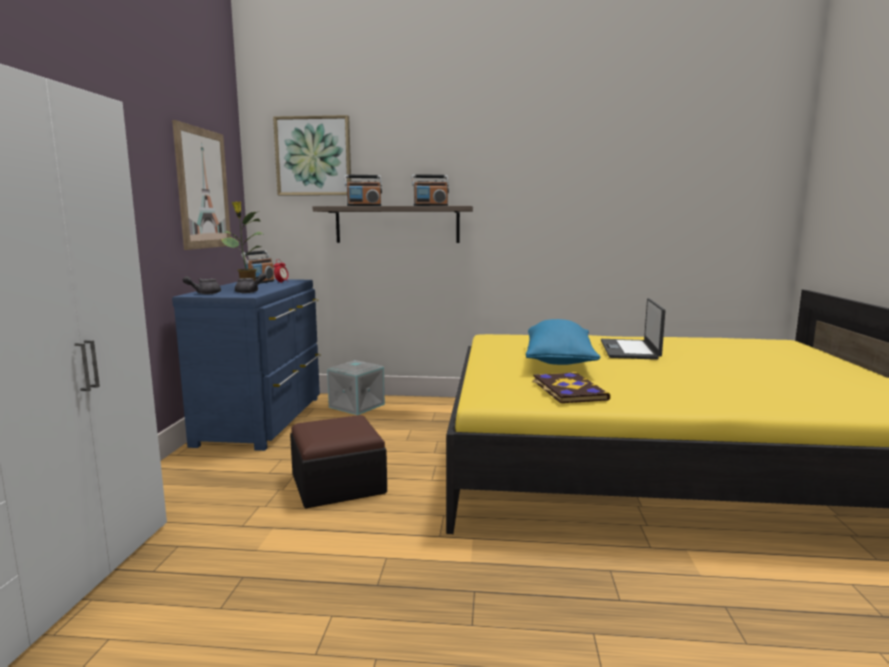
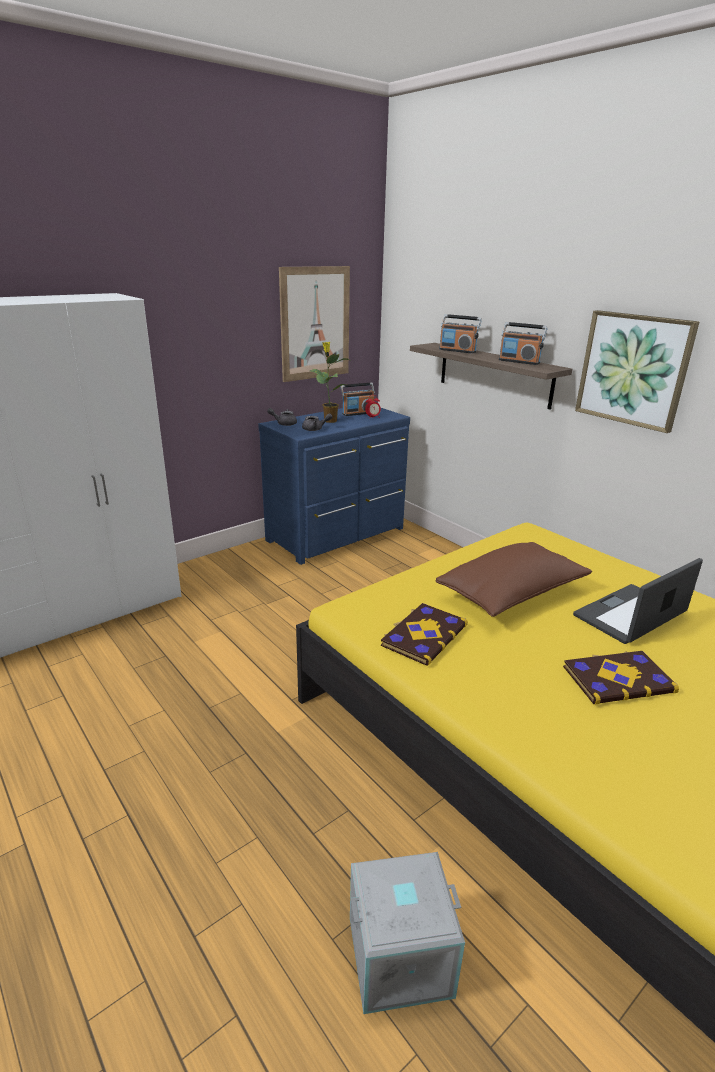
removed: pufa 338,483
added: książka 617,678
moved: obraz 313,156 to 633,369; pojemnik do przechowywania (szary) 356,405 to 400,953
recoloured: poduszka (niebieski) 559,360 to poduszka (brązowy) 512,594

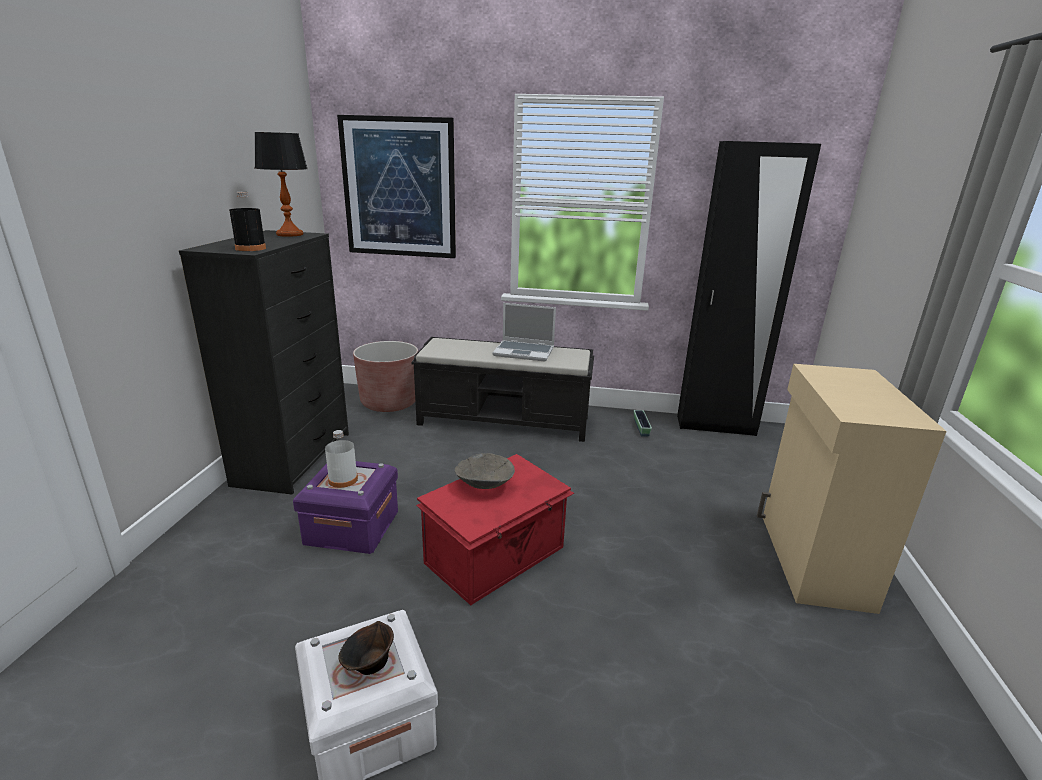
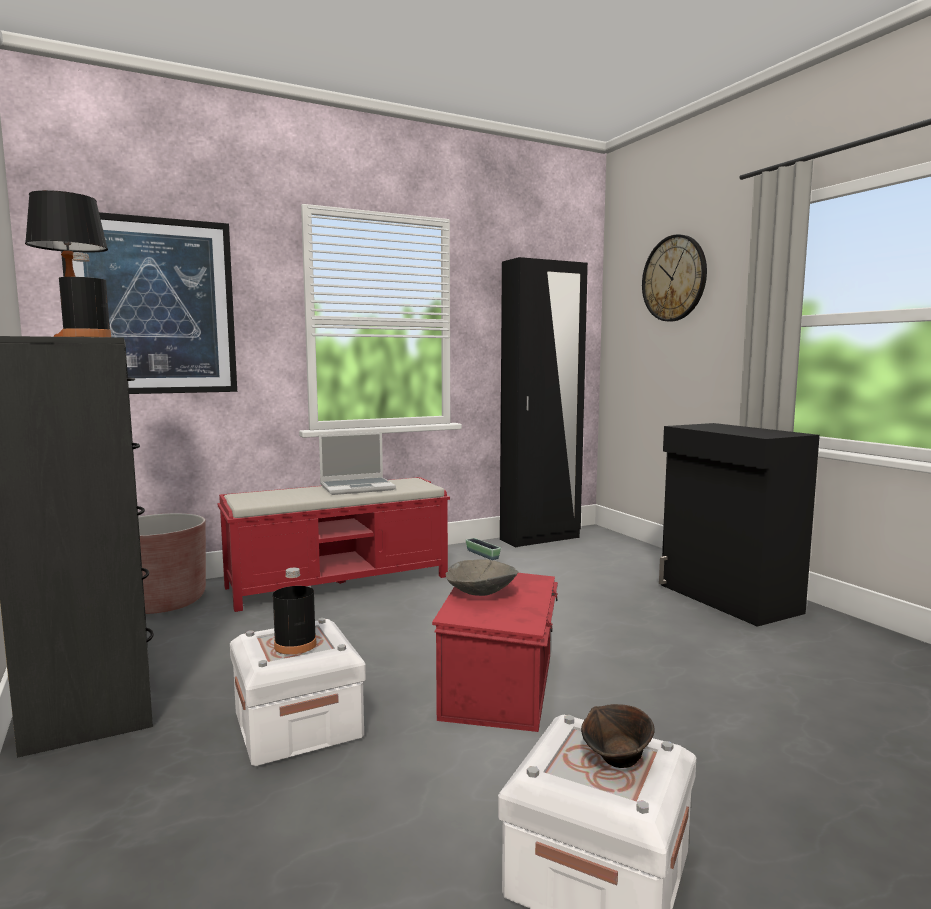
added: zegar ścienny 674,278
recoloured: ławka (czarny) 505,420 to ławka (czerwony) 340,581; szafka (beżowy) 811,560 to szafka (czarny) 727,599; butelka (biały) 343,480 to butelka (czarny) 295,645; pojemnik do przechowywania (fioletowy) 352,527 to pojemnik do przechowywania (biały) 298,725

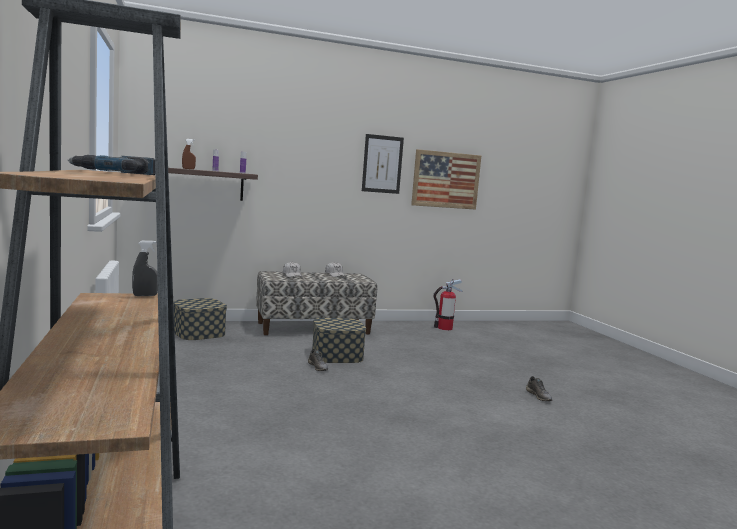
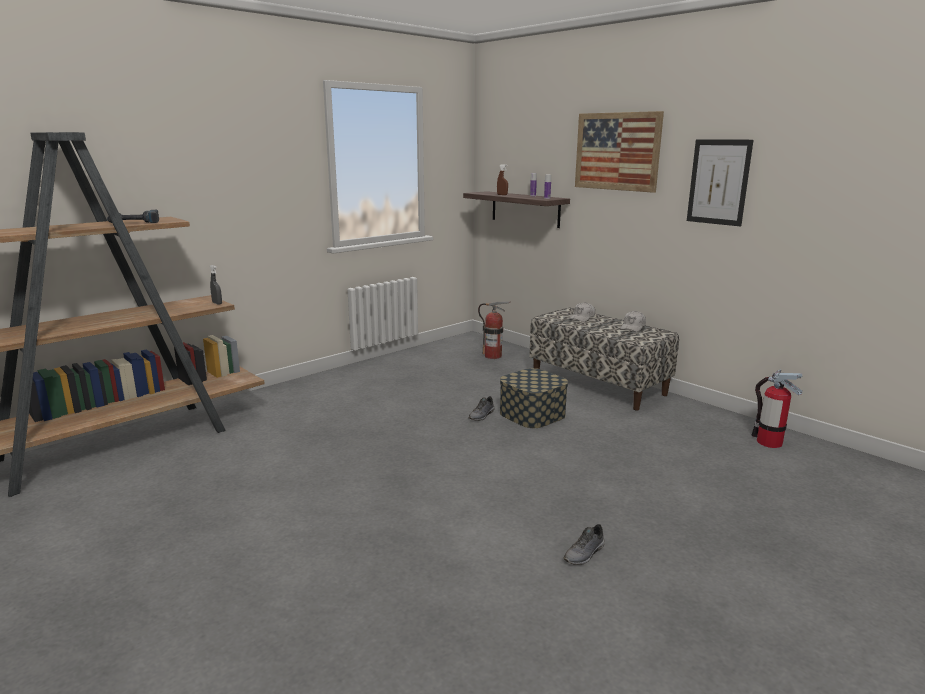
moved: obraz 446,180 to 617,151
replaced: pojemnik do przechowywania 198,332 to gaśnica 493,356

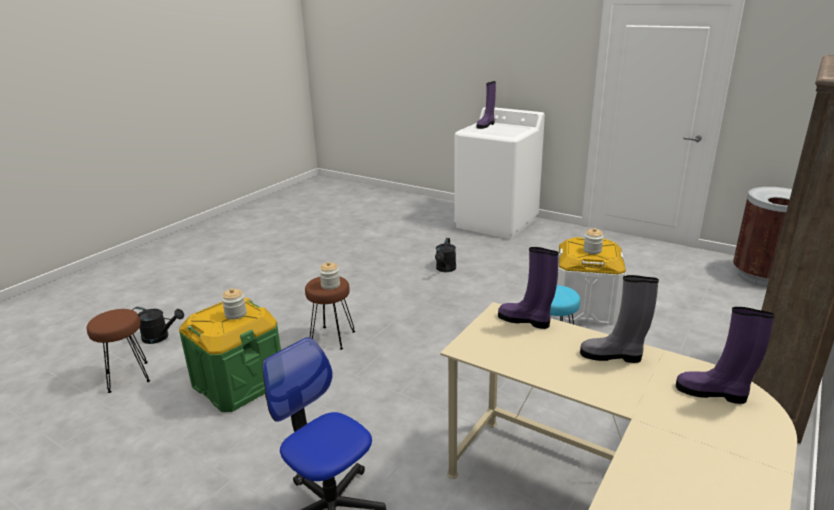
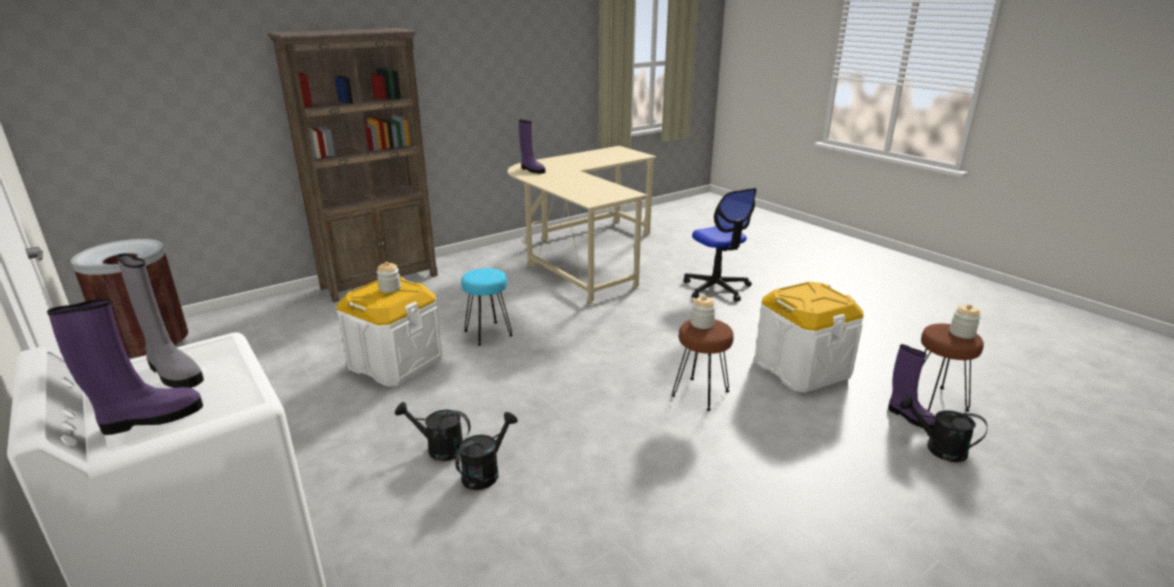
added: konewka (czarny) 439,448
moved: but z cholewką (fioletowy) 525,320 to 909,417; but z cholewką (szary) 612,356 to 173,373; słoik 235,314 to 962,333
recoloured: pojemnik do przechowywania (zielony) 238,383 to pojemnik do przechowywania (biały) 801,368

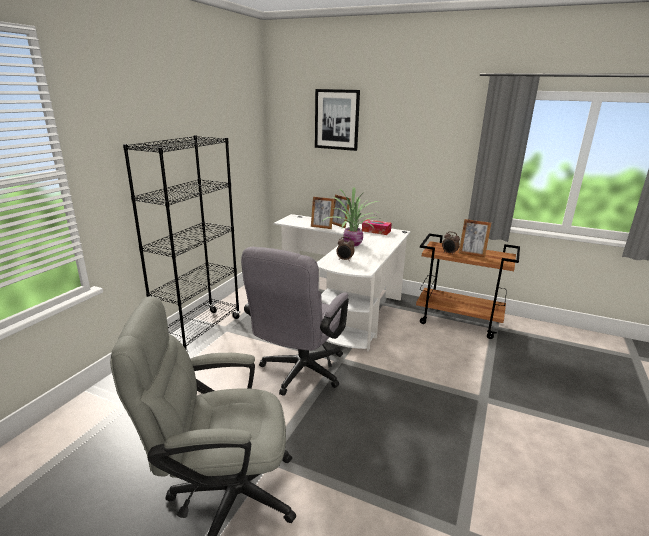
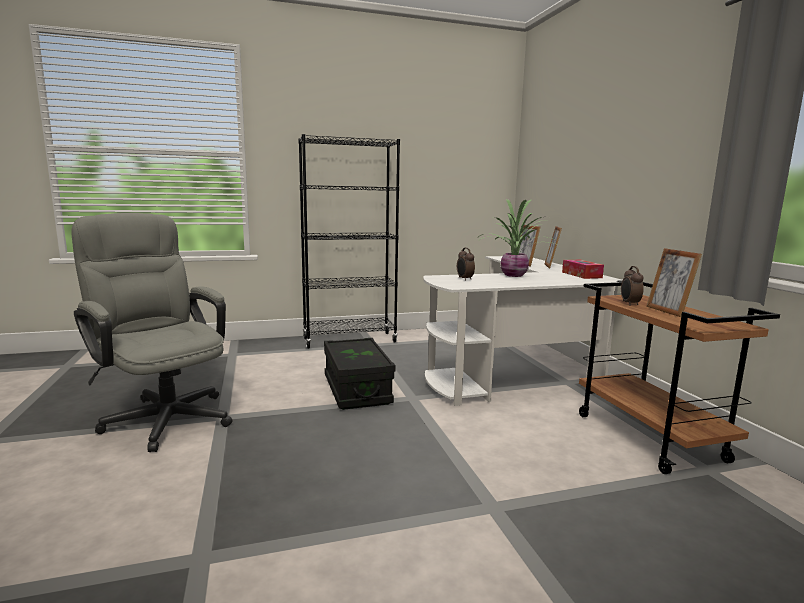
removed: obraz 337,119
replaced: krzesło biurowe (szary) 298,373 to pojemnik do przechowywania (czarny) 357,389

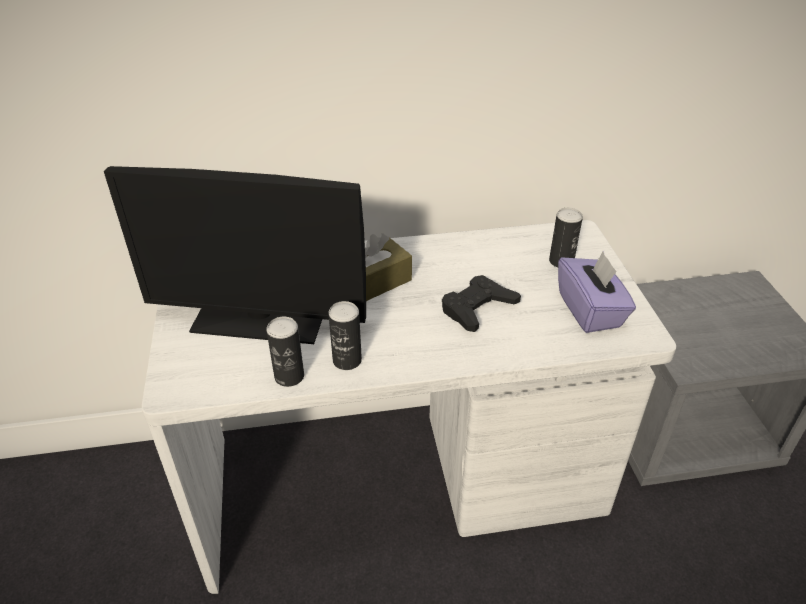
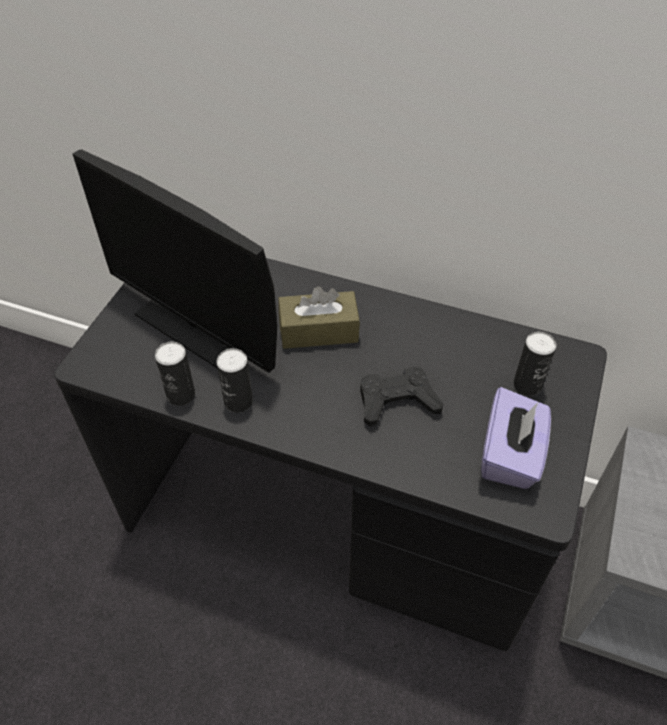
recoloured: biurko (biały) 402,482 to biurko (czarny) 334,515

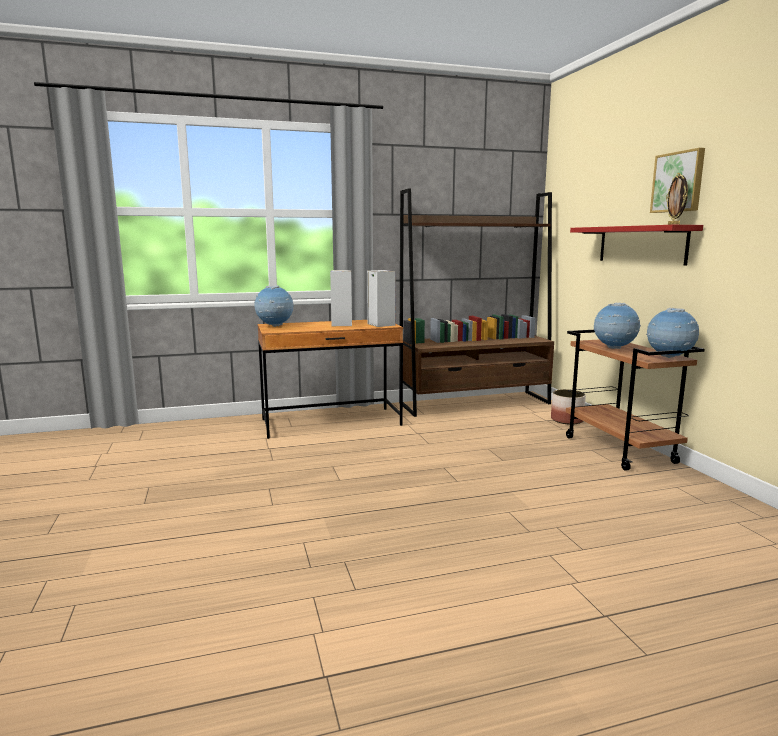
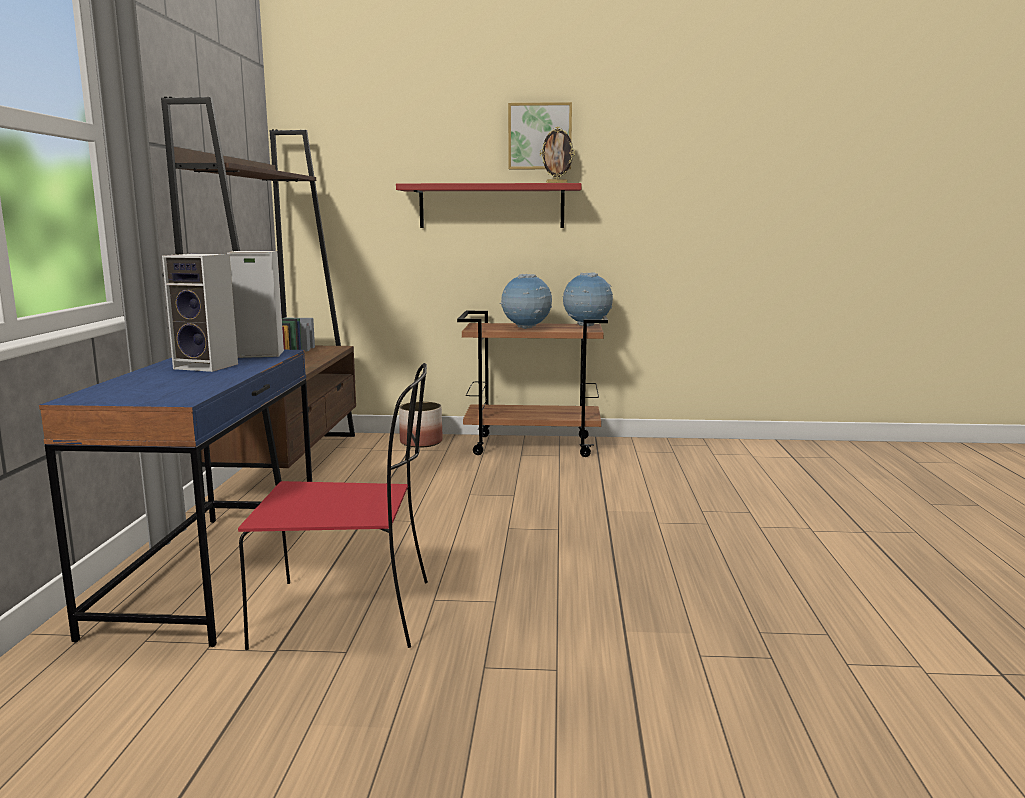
removed: globus 275,326
added: krzesło (czerwony) 349,614
recoloured: biurko (brązowy) 331,422 to biurko (niebieski) 213,573

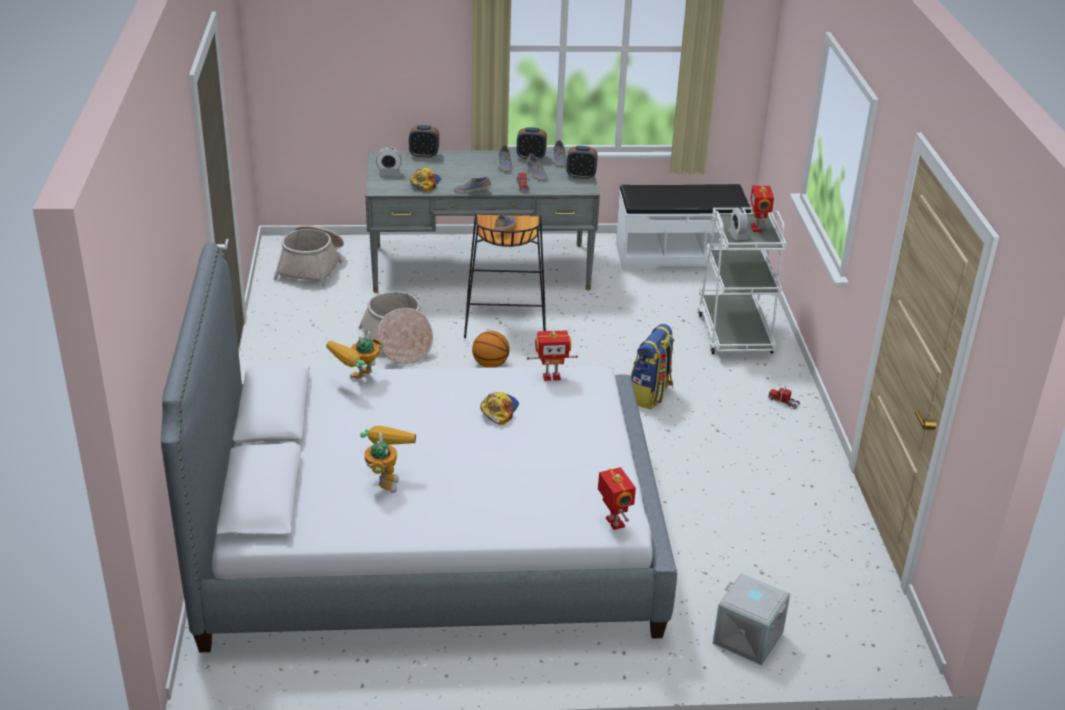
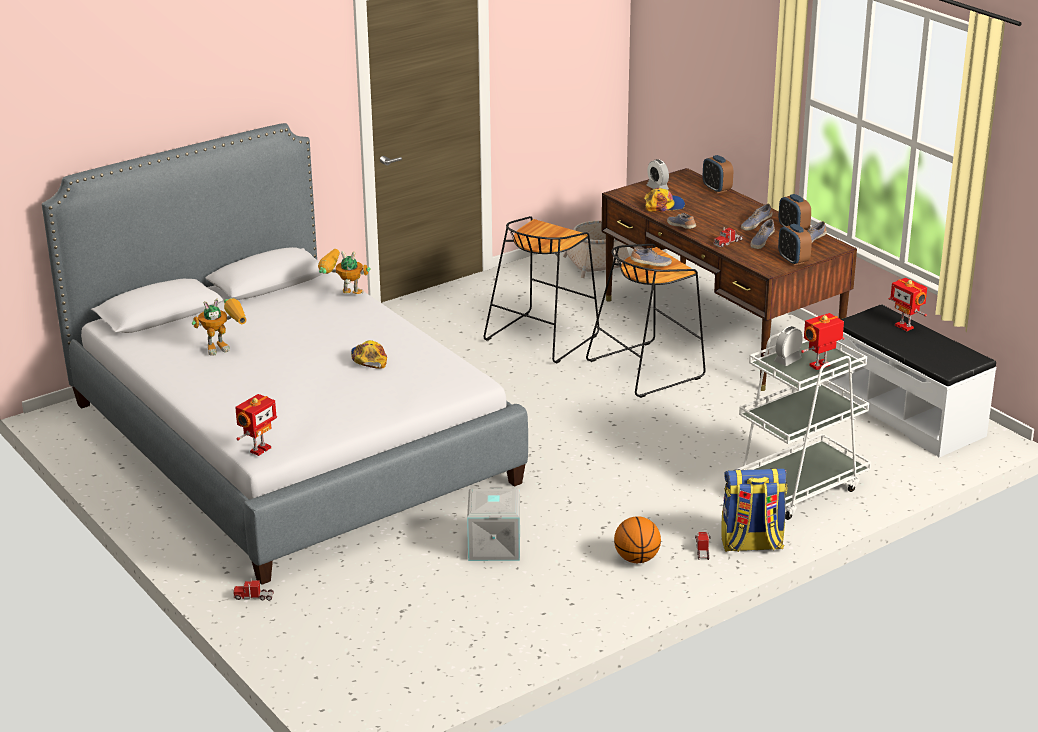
added: ciężarówka zabawkowa 253,597
moved: plecak 650,395 to 751,544; piłka do koszykówki 490,365 to 636,559; robot zabawkowy 551,376 to 905,326; pojemnik do przechowywania (szary) 747,638 to 493,546
replaced: koszyk 397,342 to stołek (czarny) 542,336
recoloured: biurko (szary) 480,267 to biurko (brązowy) 720,329
turned: czapka z daszkiem 499,410 = 369,359 90 degrees counterclockwise

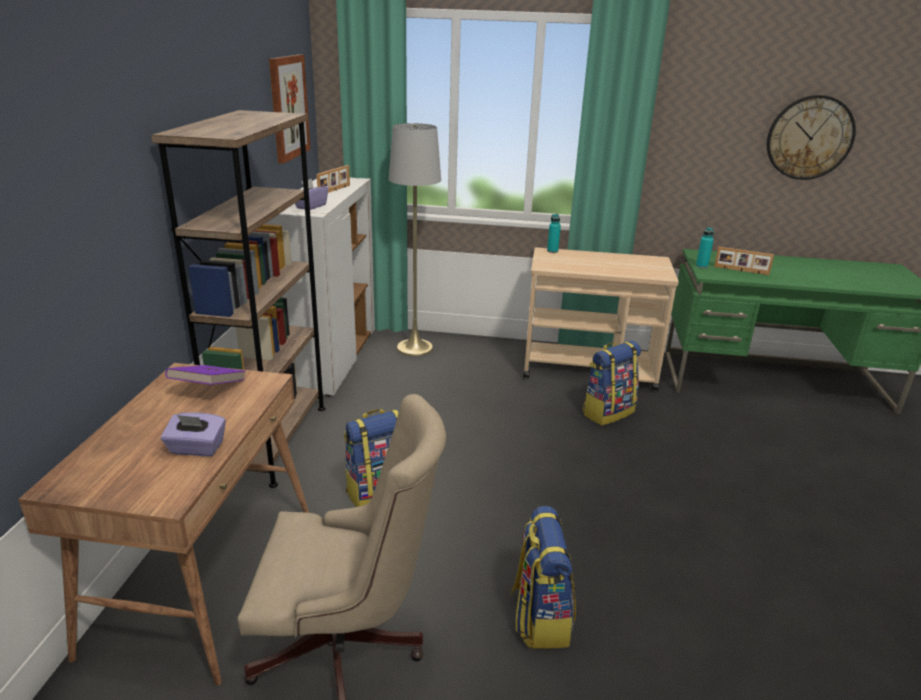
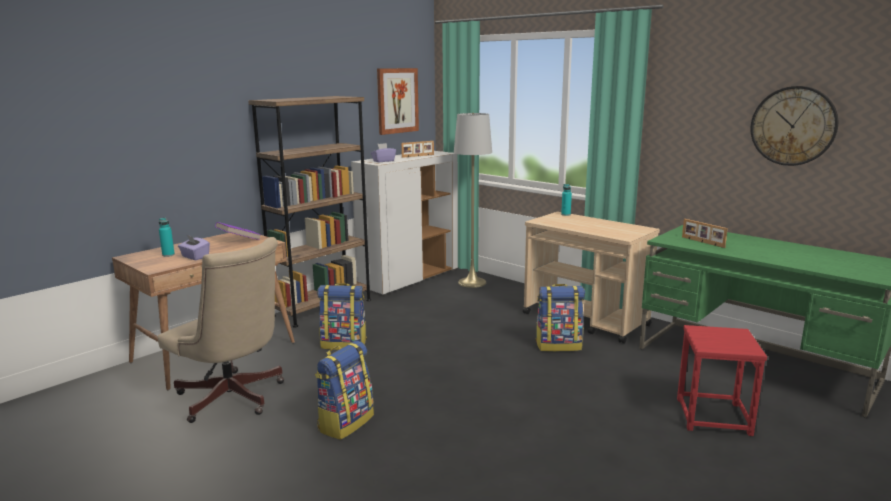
added: stołek (czerwony) 712,416
moved: butelka (turkusowy) 701,266 to 168,255

